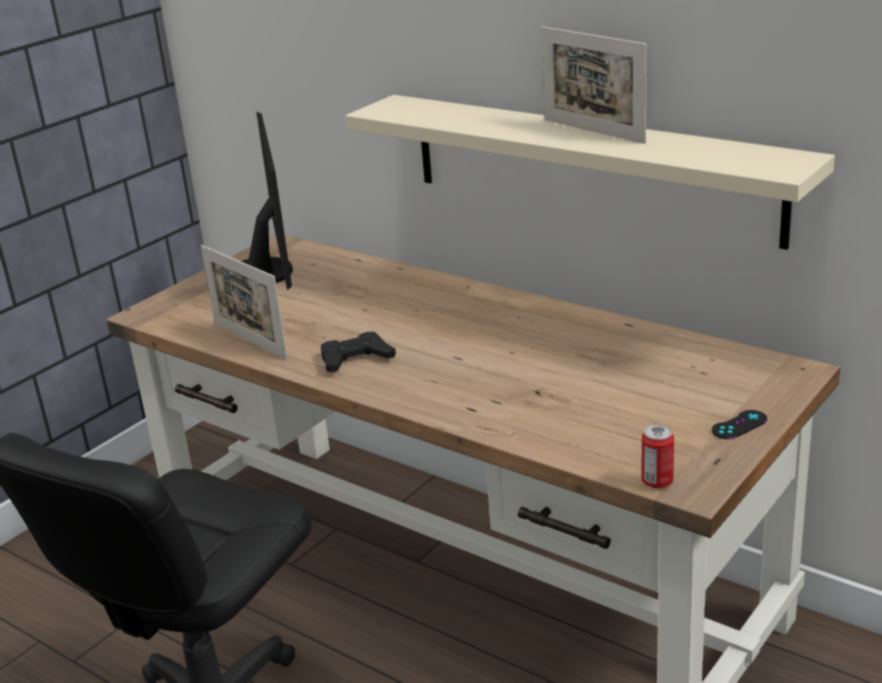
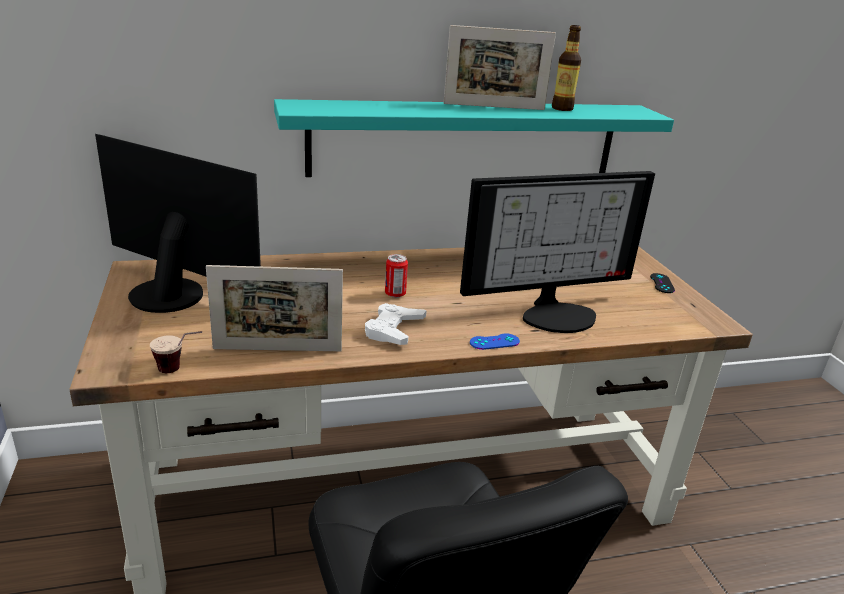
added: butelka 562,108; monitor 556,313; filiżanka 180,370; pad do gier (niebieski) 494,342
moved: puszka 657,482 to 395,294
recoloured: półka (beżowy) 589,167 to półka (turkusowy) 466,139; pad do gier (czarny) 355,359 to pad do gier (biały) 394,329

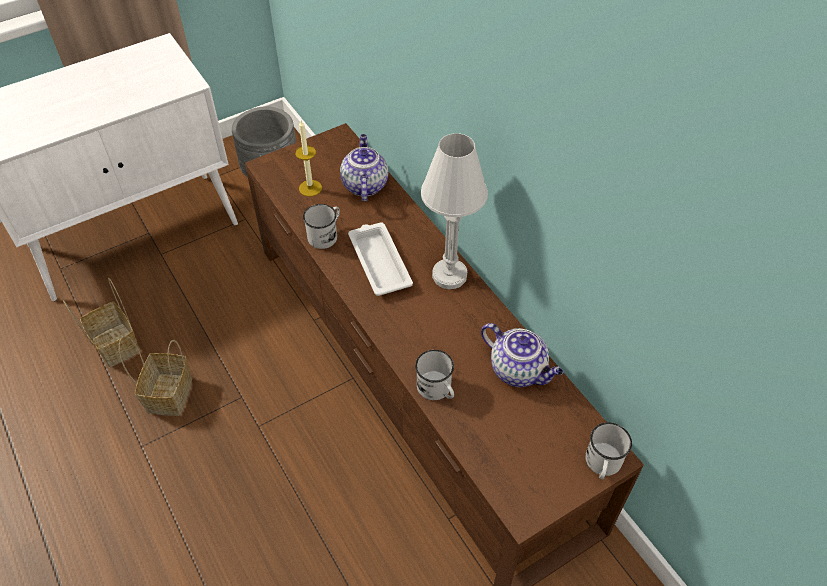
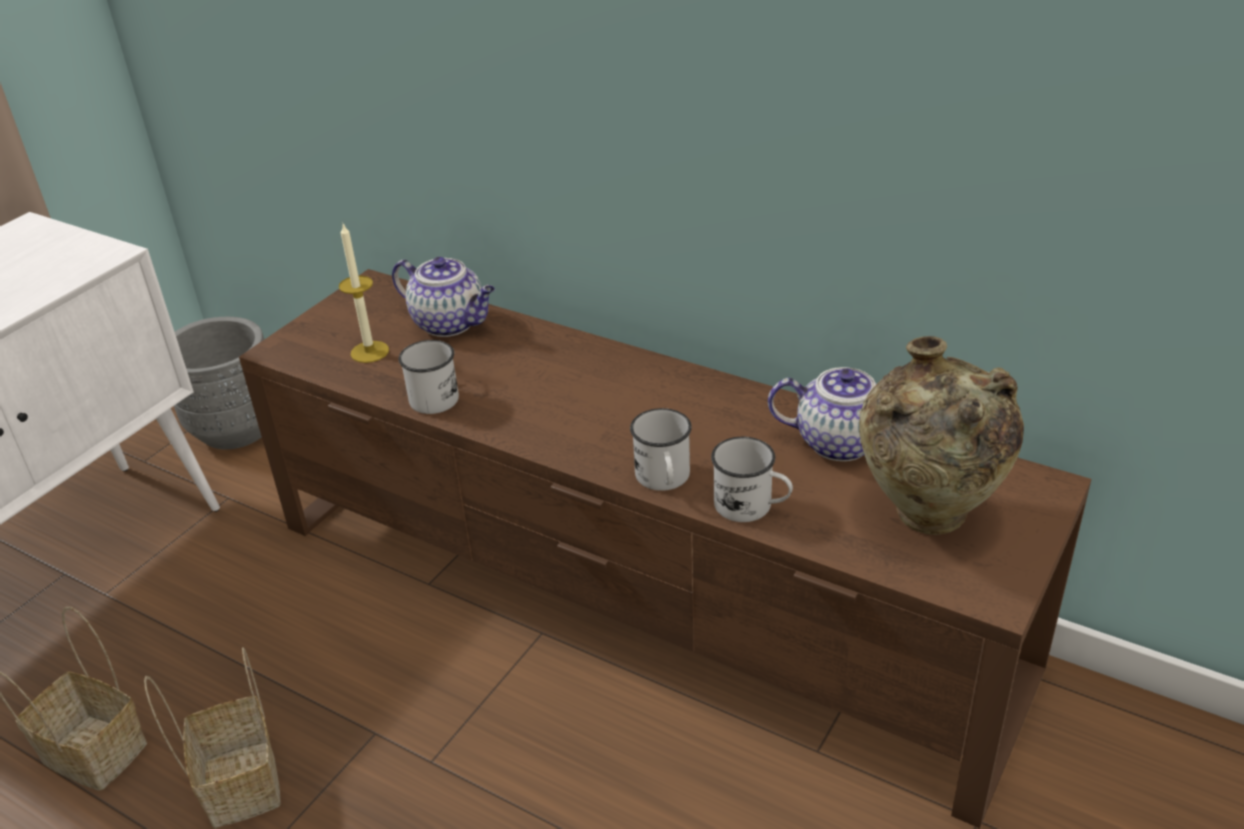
removed: lampa stołowa (biały) 449,275; taca (biały) 379,261
added: wazon (beżowy) 927,521
moved: kubek (biały) 602,465 to 664,480
turned: imbryk 364,185 = 451,323 150 degrees clockwise

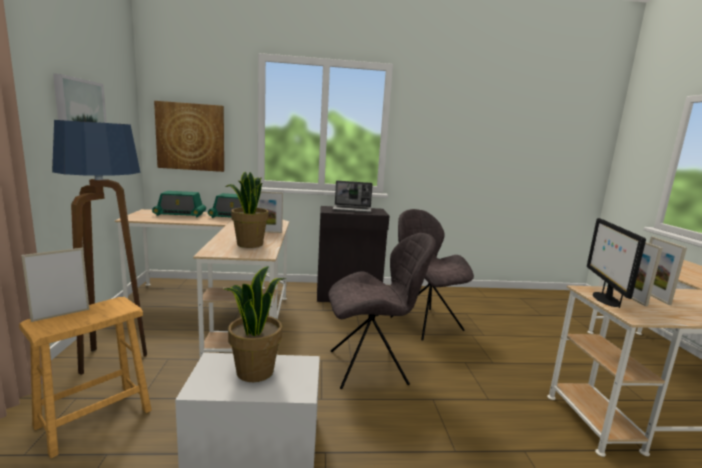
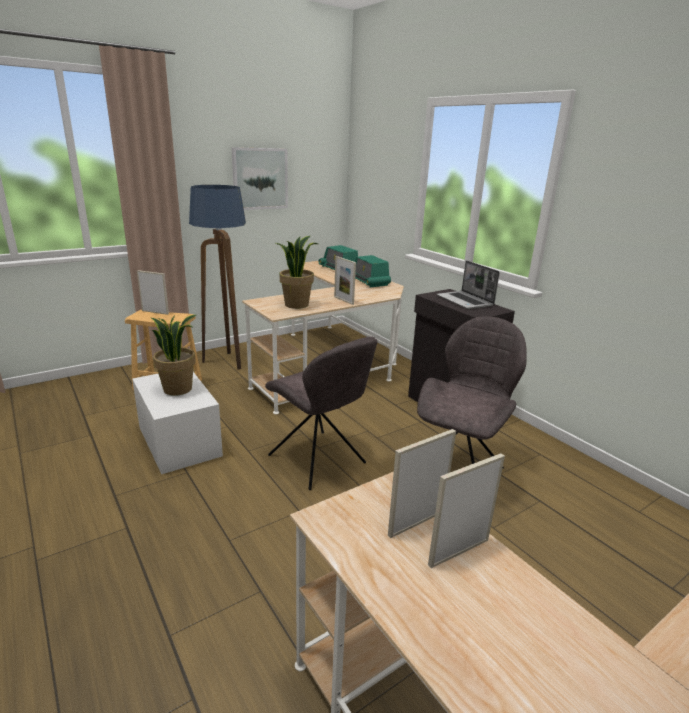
removed: obraz 191,137; monitor 605,299

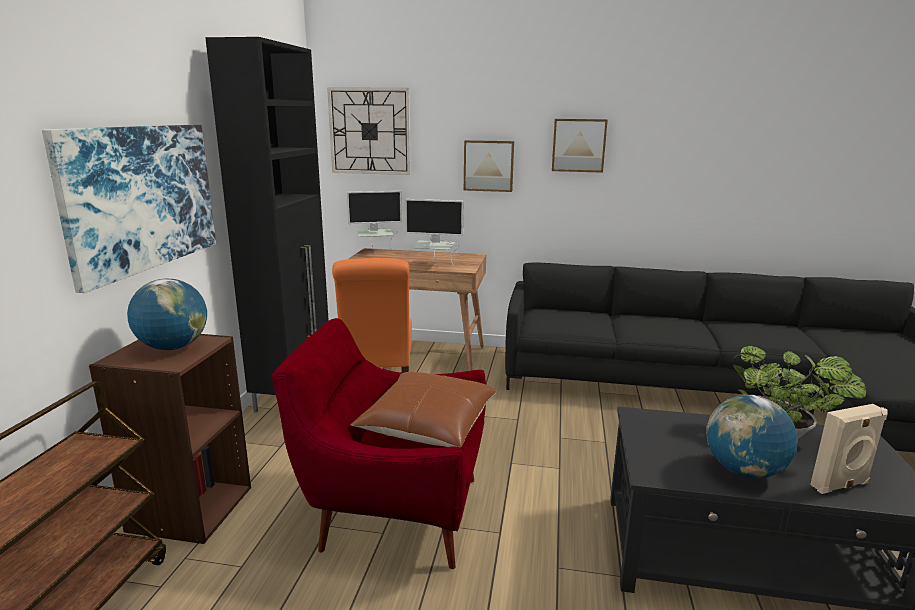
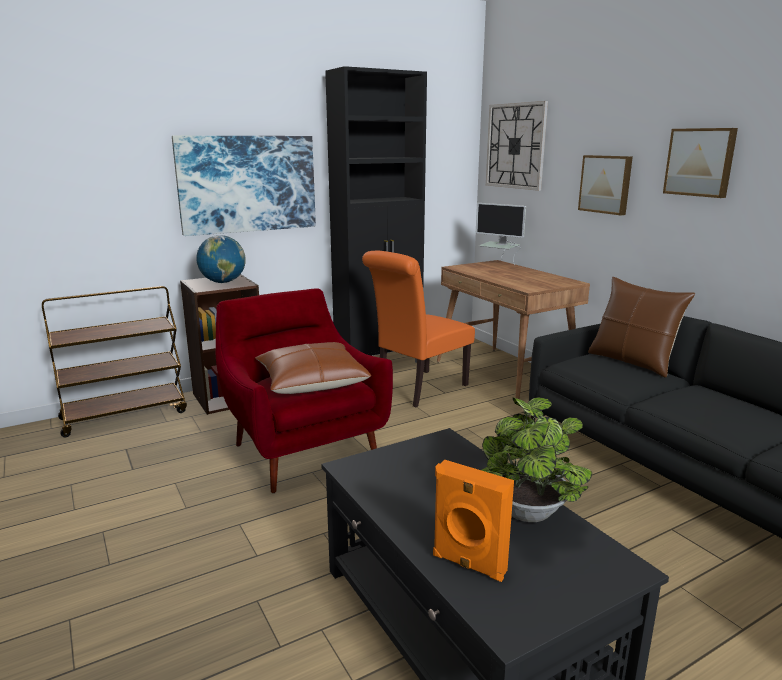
removed: monitor 435,265; globus 743,471
added: poduszka (brązowy) 632,362
recoloured: głośnik (beżowy) 840,485 to głośnik (pomarańczowy) 468,565

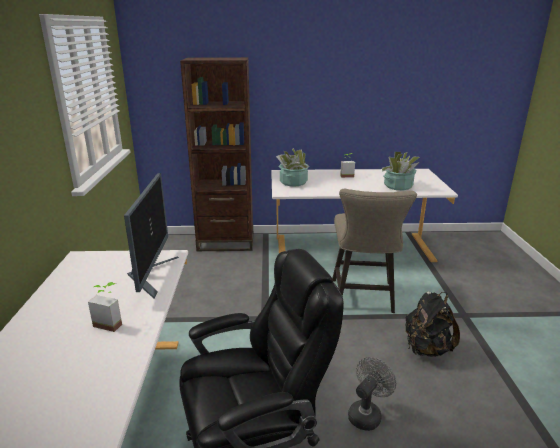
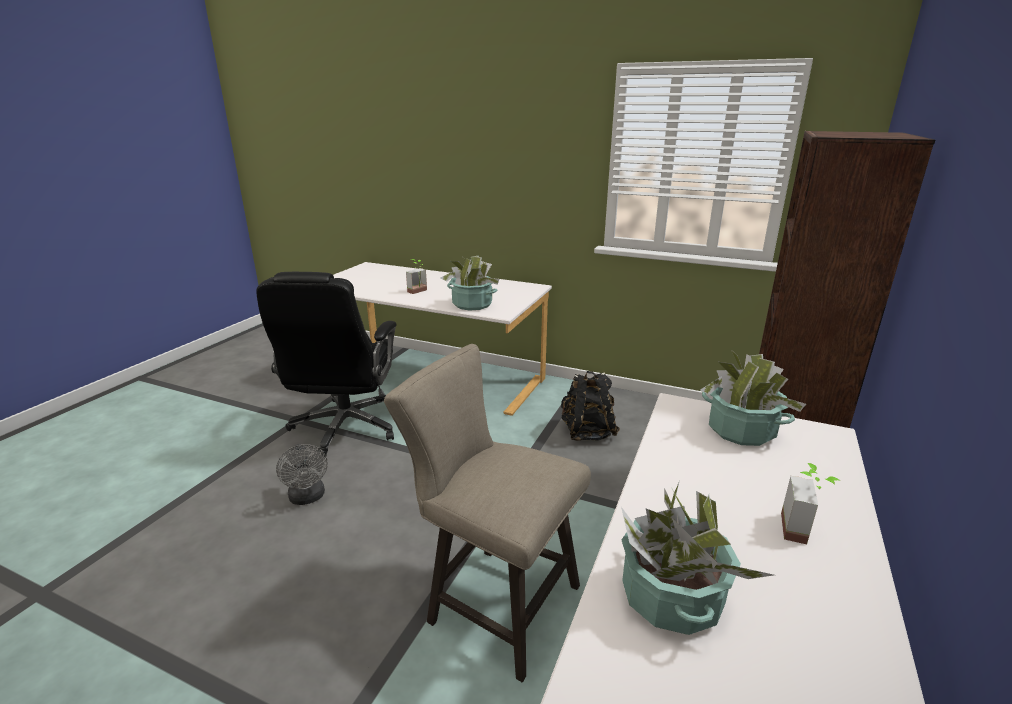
moved: plecak (czarny) 426,349 to 587,432
replaced: monitor 151,275 to roślina doniczkowa 472,304

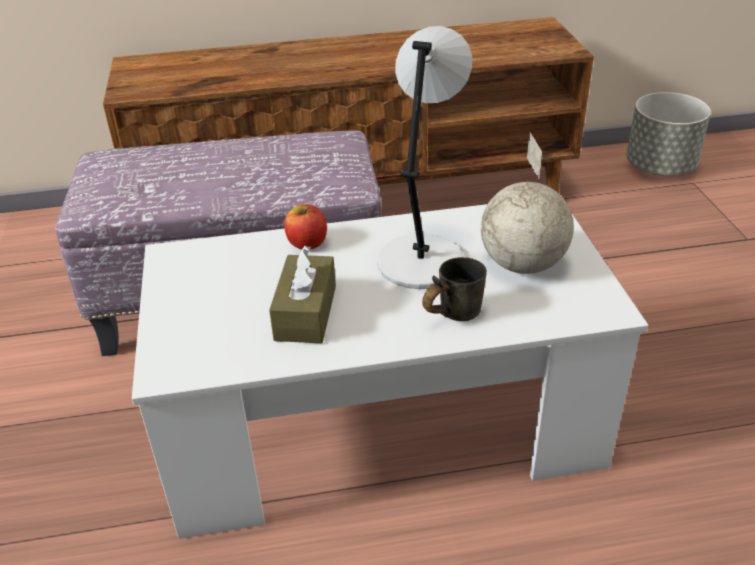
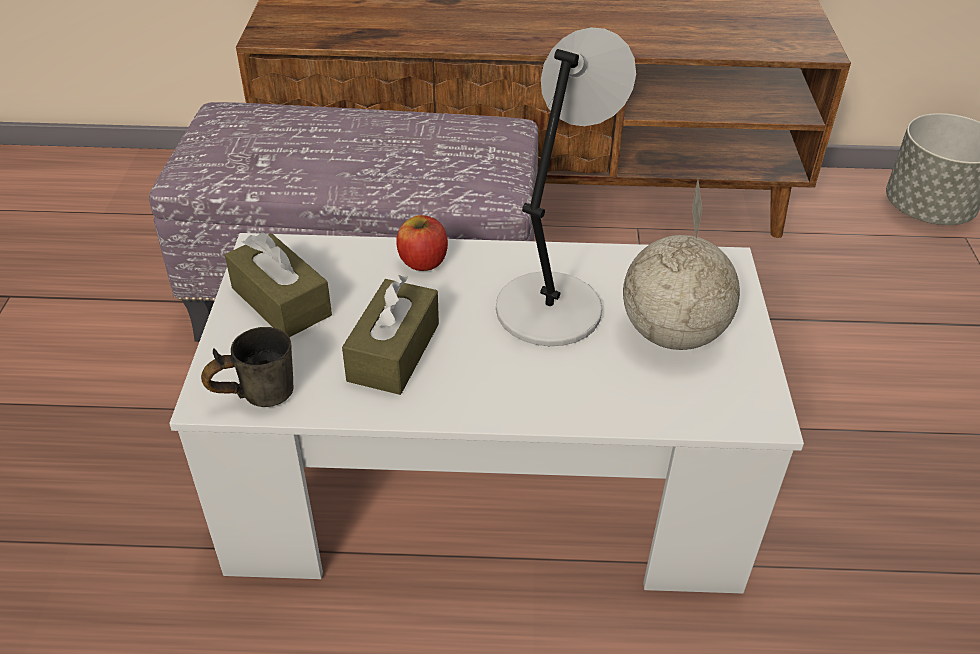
added: pudełko chusteczek (brązowy) 281,301
moved: kubek (szary) 450,313 to 255,392

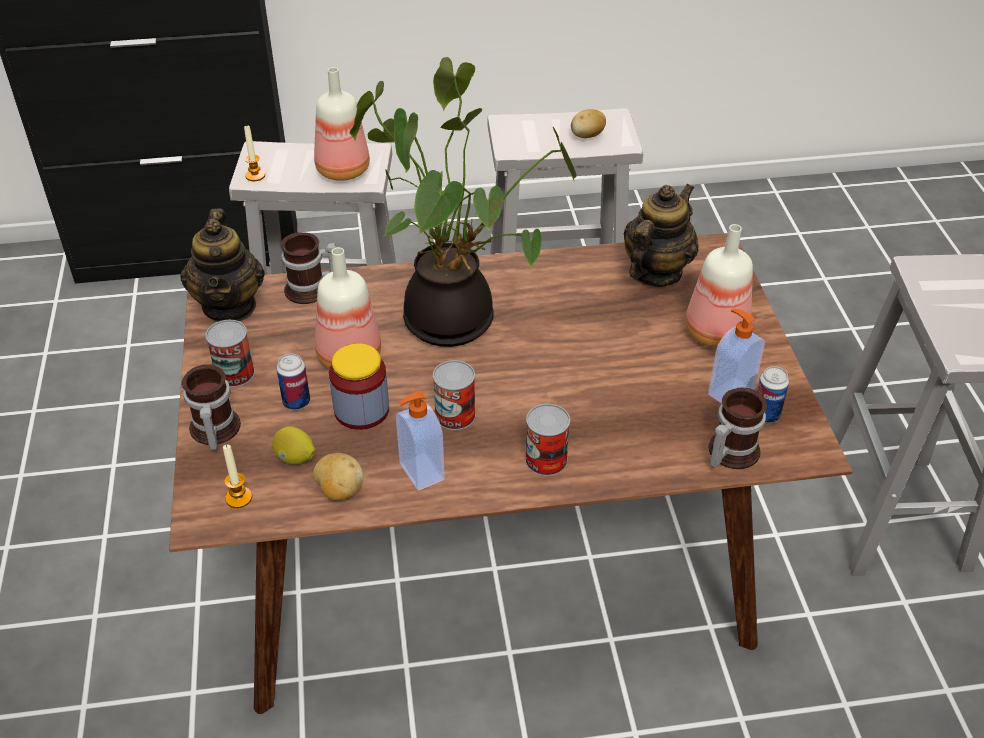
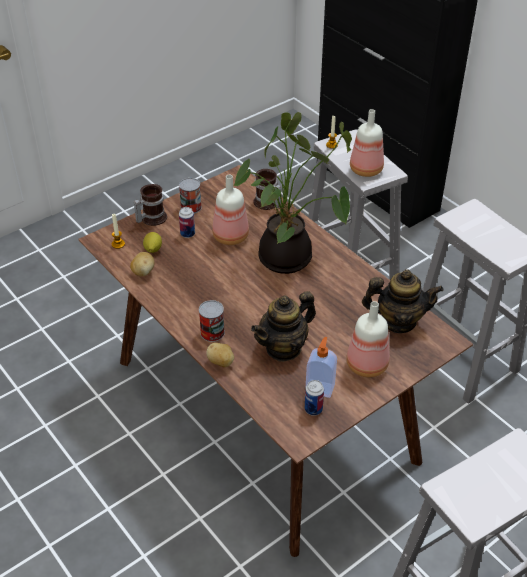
removed: słoik 361,410; puszka 455,415; kubek 728,452; dozownik mydła 420,472
moved: ziemniak 587,136 to 221,362; imbryk 230,306 to 284,348

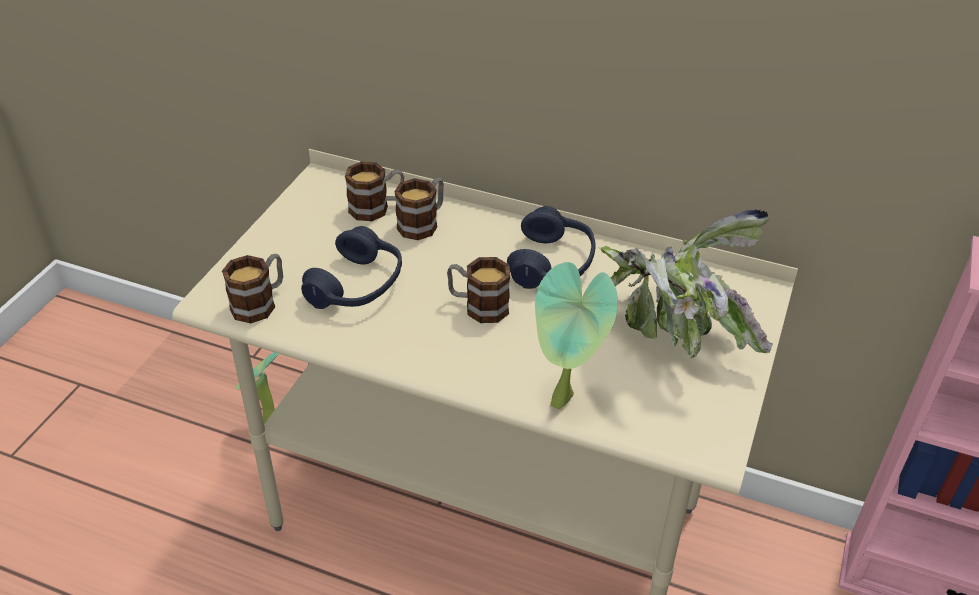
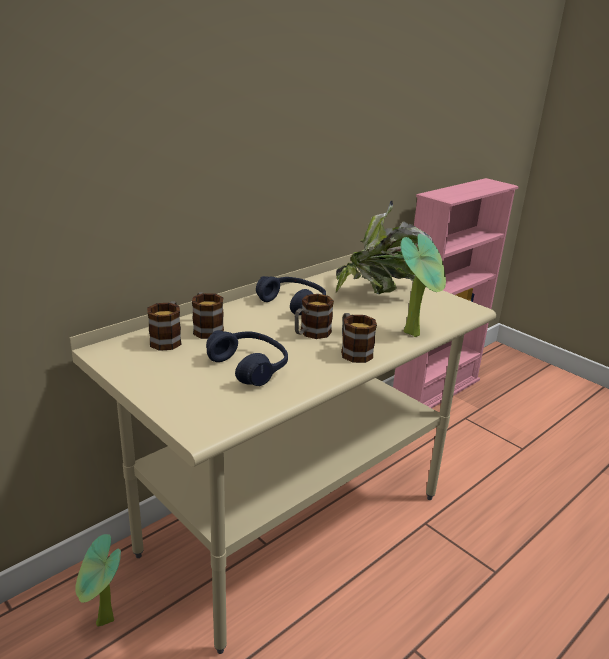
moved: kubek 260,302 to 353,351

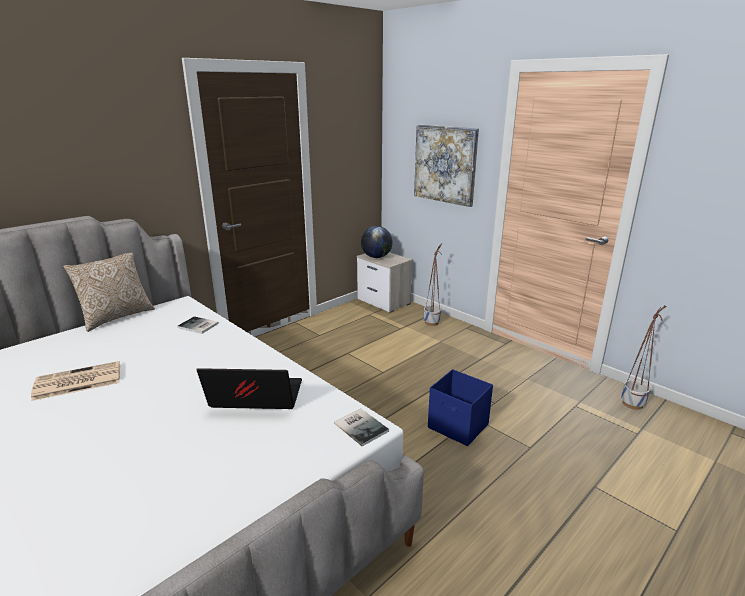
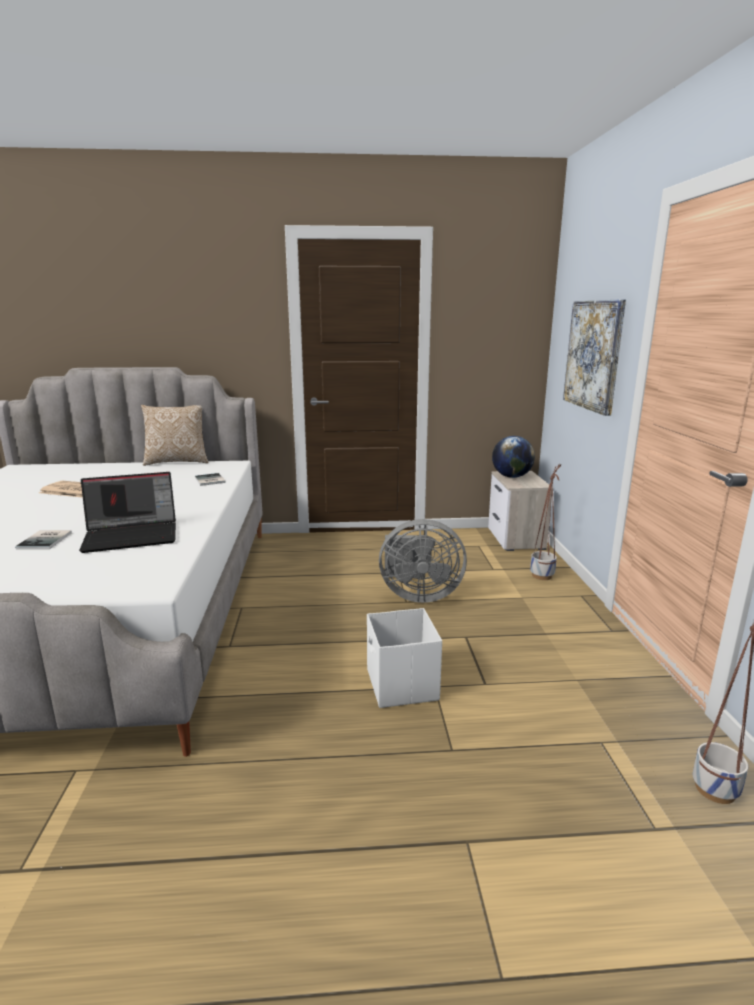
added: wentylator (szary) 418,595
moved: książka 361,426 to 47,540
recoloured: pojemnik do przechowywania (niebieski) 458,427 to pojemnik do przechowywania (biały) 401,685
turned: laptop 254,399 = 133,535 120 degrees clockwise

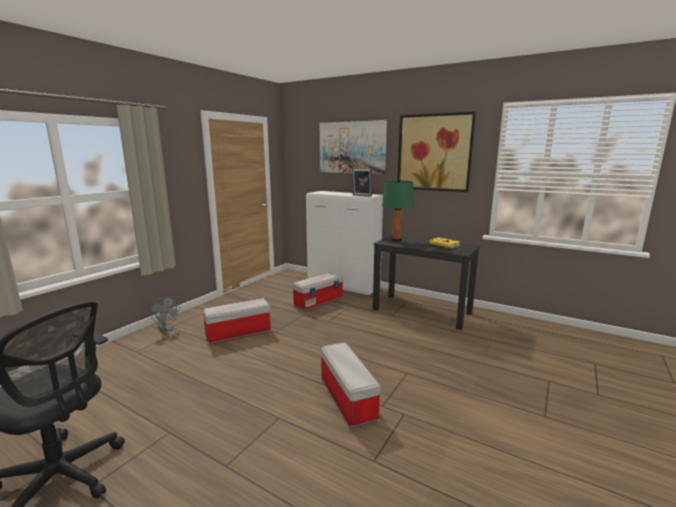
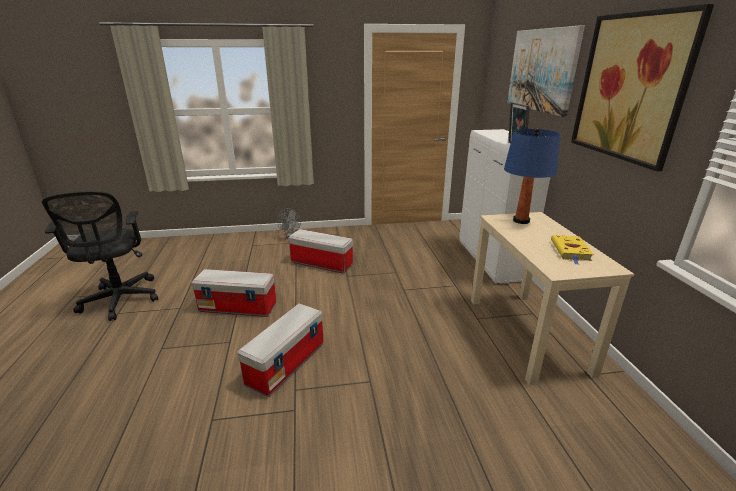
moved: pojemnik do przechowywania 319,301 to 239,307
recoloured: lampa stołowa (zielony) 396,240 to lampa stołowa (niebieski) 521,221; biurko (czarny) 422,311 to biurko (beżowy) 527,334

